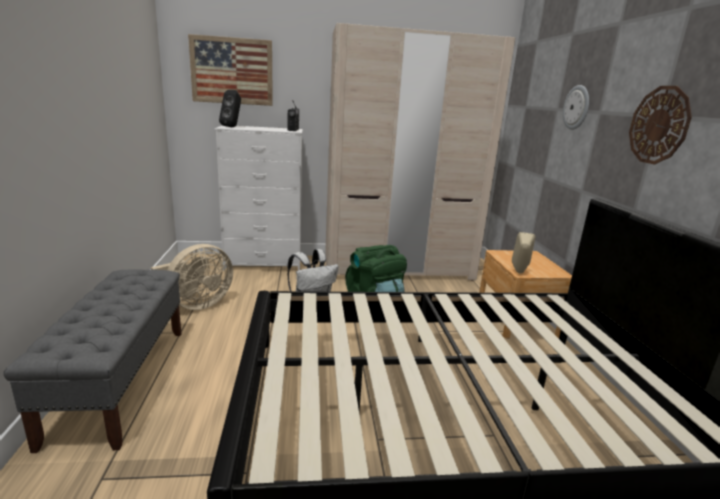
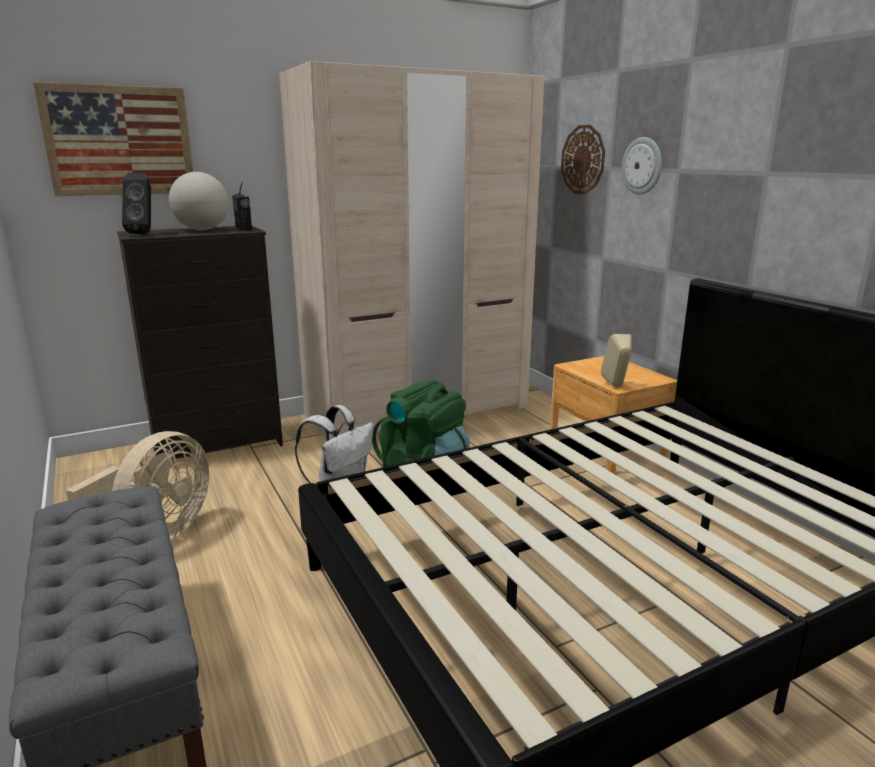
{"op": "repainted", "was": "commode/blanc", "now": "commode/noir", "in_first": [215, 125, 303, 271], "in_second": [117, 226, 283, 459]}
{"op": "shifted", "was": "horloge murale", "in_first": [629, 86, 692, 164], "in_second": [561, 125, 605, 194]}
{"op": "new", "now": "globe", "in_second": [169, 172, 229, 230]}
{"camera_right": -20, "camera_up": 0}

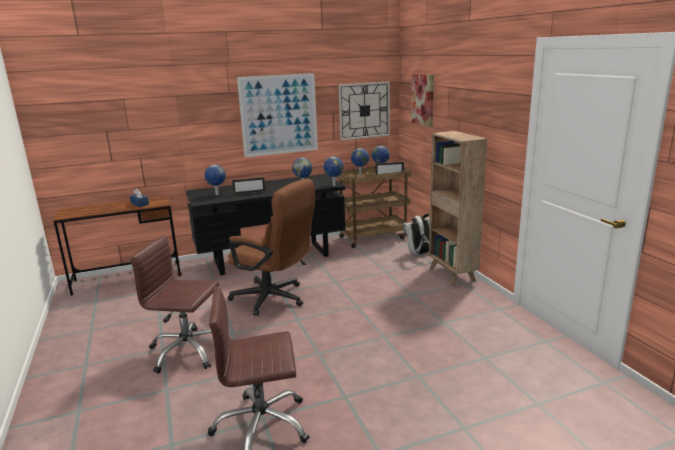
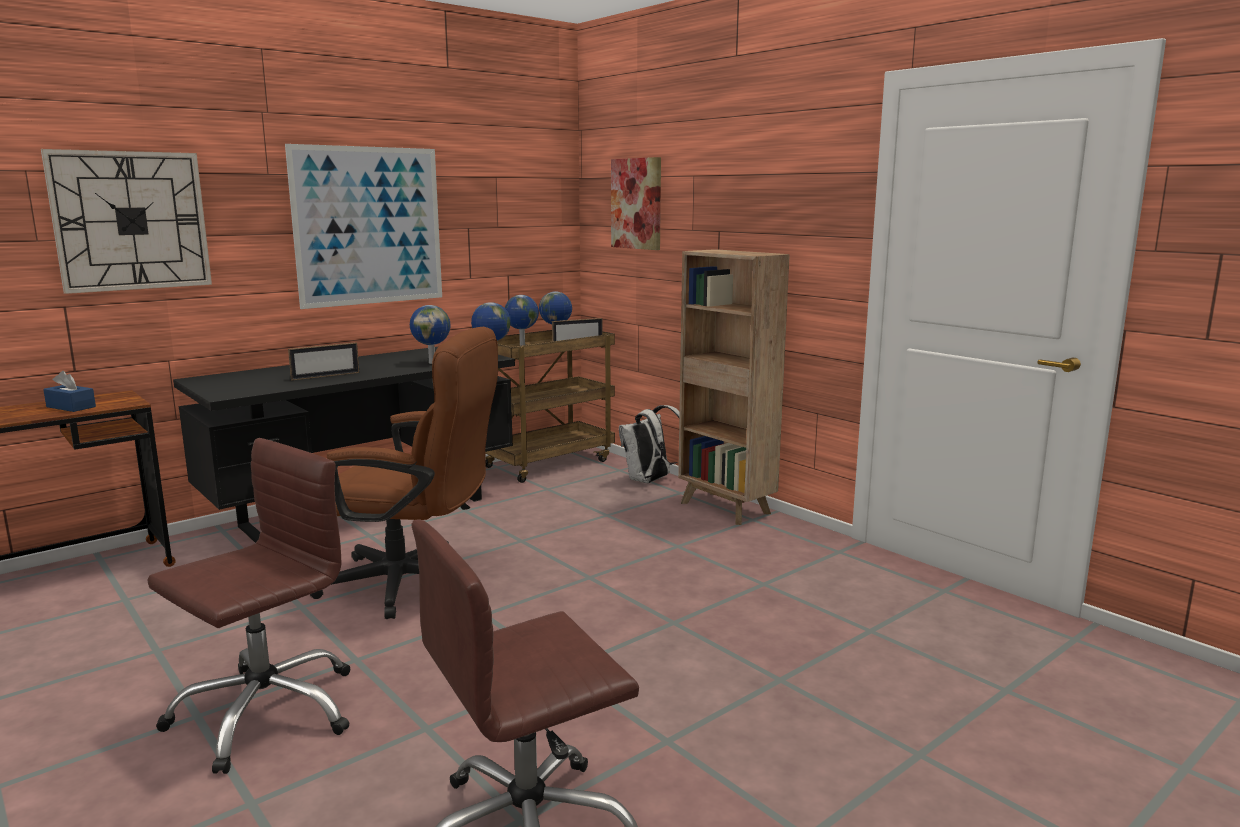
{"op": "rotated", "was": "chaise de bureau/marron", "in_first": [130, 235, 230, 374], "in_second": [147, 438, 350, 774], "clockwise": 135}
{"op": "gone", "was": "globe", "in_first": [204, 165, 226, 195]}
{"op": "shifted", "was": "horloge murale", "in_first": [338, 81, 390, 141], "in_second": [41, 149, 212, 294]}
{"camera_right": -20, "camera_up": -5}

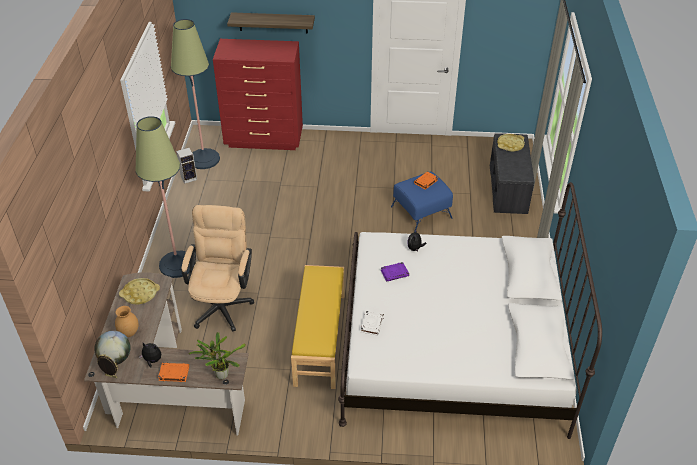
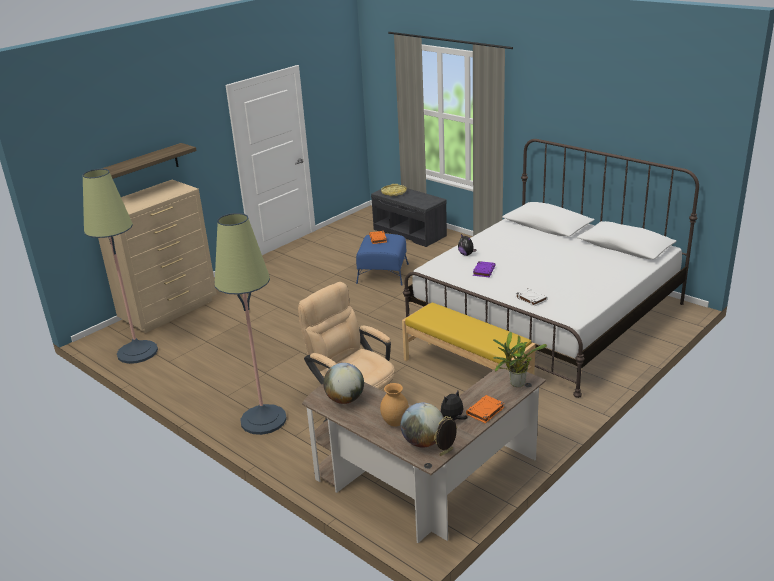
{"op": "swapped", "was": "plateau/jaune", "now": "globe", "in_first": [119, 278, 160, 305], "in_second": [323, 363, 364, 404]}
{"op": "gone", "was": "enceinte", "in_first": [176, 148, 197, 184]}
{"op": "repainted", "was": "commode/rouge", "now": "commode/beige", "in_first": [213, 39, 303, 150], "in_second": [98, 180, 217, 333]}
{"camera_right": -50, "camera_up": -15}

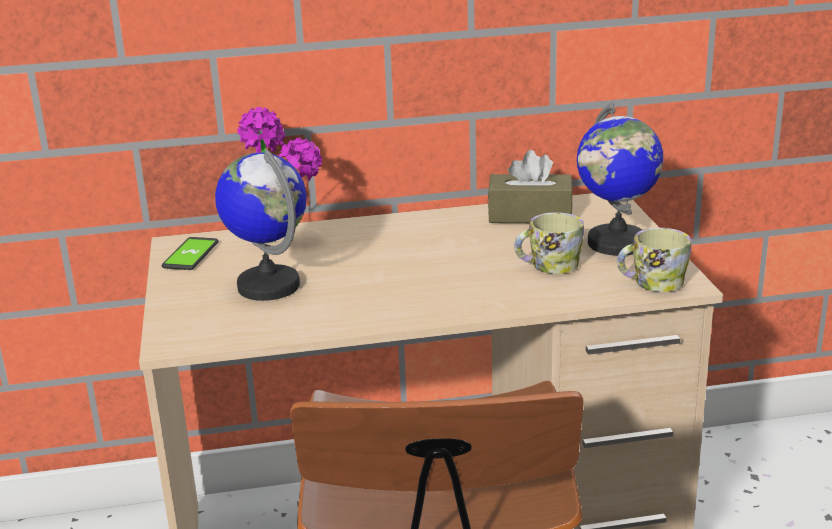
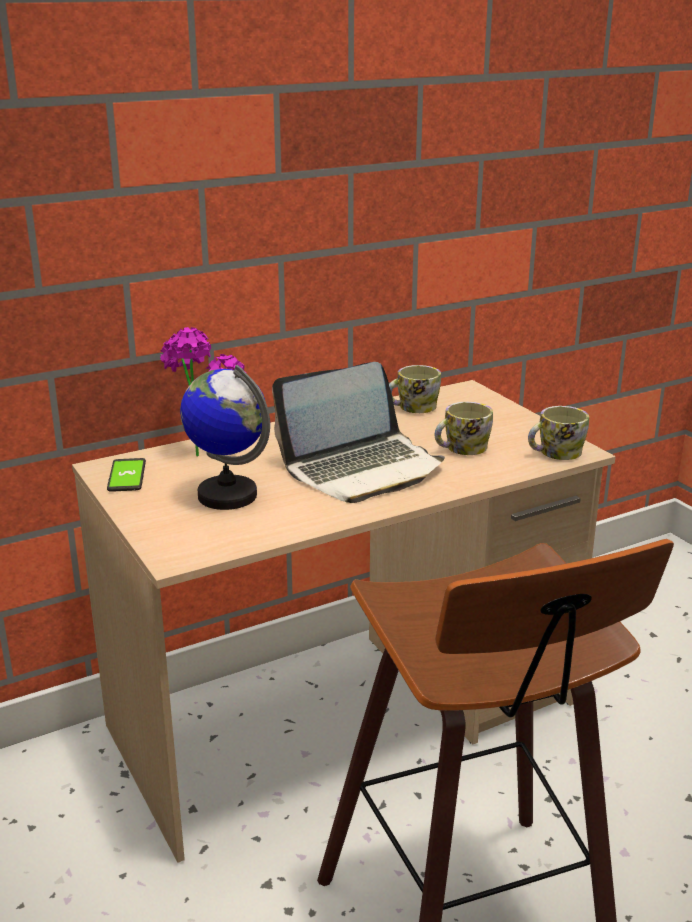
{"op": "swapped", "was": "boîte à mouchoirs/marron", "now": "mug", "in_first": [488, 150, 573, 223], "in_second": [389, 365, 441, 413]}
{"op": "gone", "was": "globe", "in_first": [577, 102, 664, 256]}
{"op": "new", "now": "ordinateur portable", "in_second": [272, 362, 445, 503]}
{"camera_right": -20, "camera_up": 0}

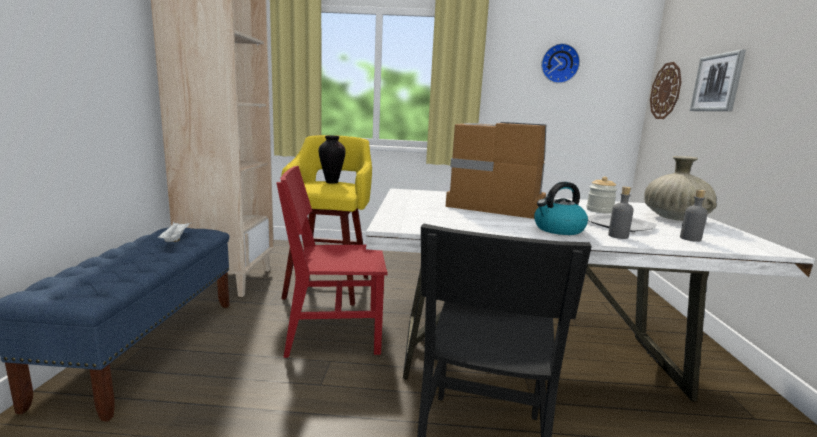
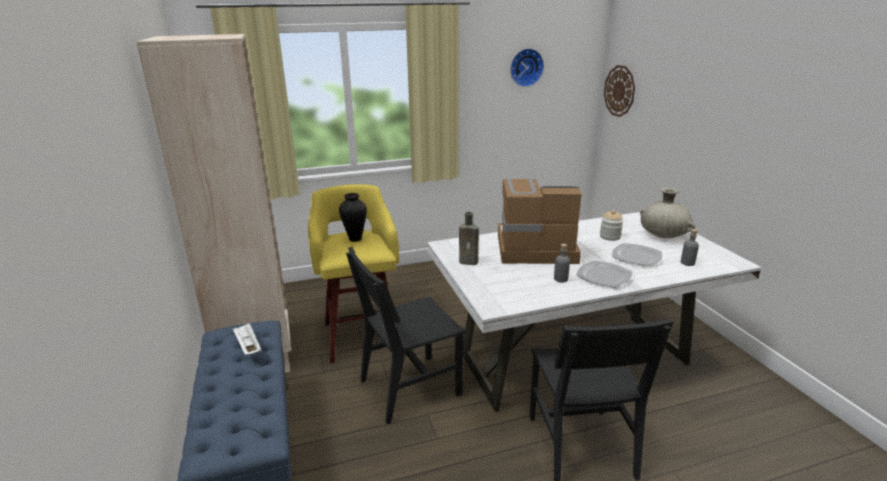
{"op": "repainted", "was": "chaise/rouge", "now": "chaise/noir", "in_first": [277, 166, 388, 358], "in_second": [346, 247, 466, 424]}
{"op": "swapped", "was": "bouilloire", "now": "assiette", "in_first": [534, 182, 588, 235], "in_second": [576, 260, 633, 288]}
{"op": "shifted", "was": "bouteille/gris", "in_first": [608, 187, 634, 239], "in_second": [554, 244, 570, 282]}
{"op": "gone", "was": "tableau", "in_first": [690, 50, 746, 111]}
{"op": "new", "now": "bouteille/marron", "in_second": [459, 212, 479, 265]}
{"camera_right": -20, "camera_up": 10}

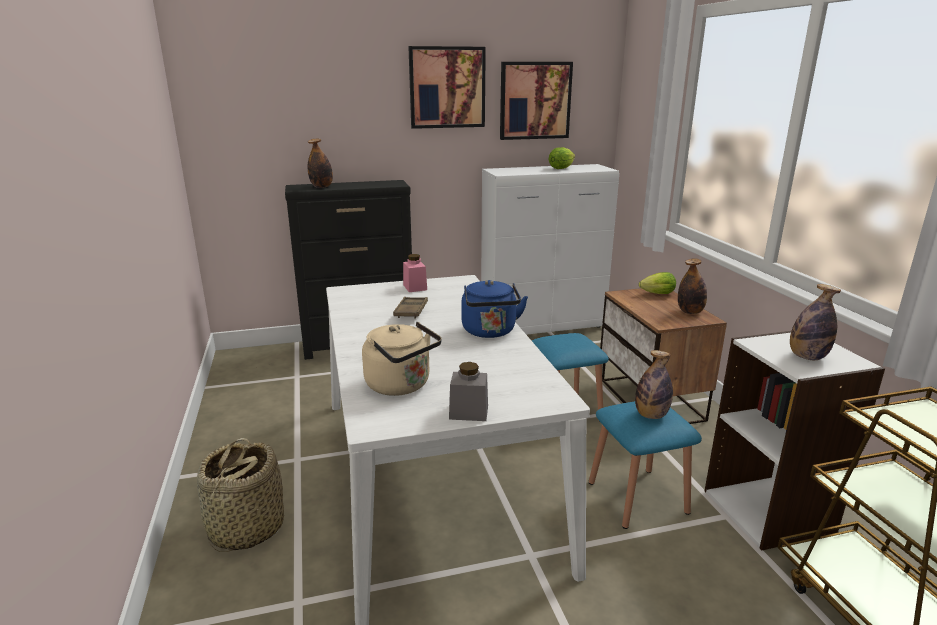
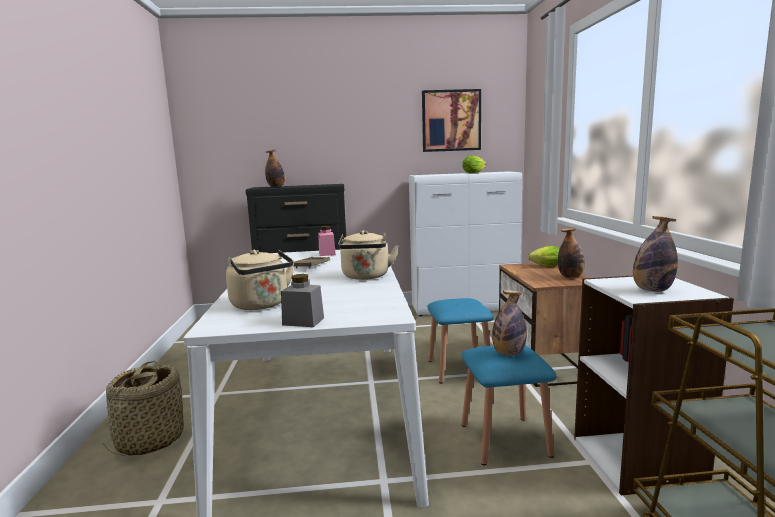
{"op": "gone", "was": "tableau", "in_first": [408, 46, 486, 129]}
{"op": "repainted", "was": "bouilloire/bleu", "now": "bouilloire/beige", "in_first": [461, 280, 528, 338], "in_second": [338, 230, 399, 280]}
{"camera_right": 10, "camera_up": -10}

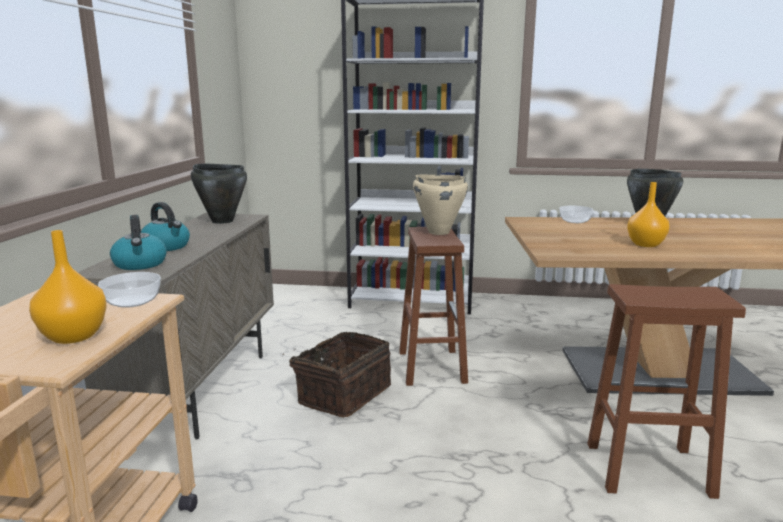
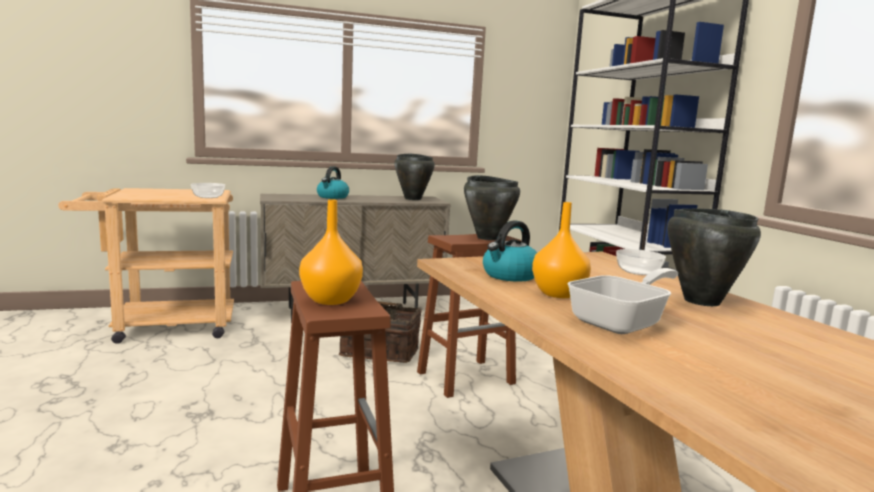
{"op": "shifted", "was": "vase/orange", "in_first": [29, 230, 106, 344], "in_second": [299, 200, 363, 305]}
{"op": "shifted", "was": "bouilloire", "in_first": [110, 215, 167, 270], "in_second": [483, 220, 537, 282]}
{"op": "repainted", "was": "marmite/beige", "now": "marmite/noir", "in_first": [413, 175, 468, 235], "in_second": [464, 175, 520, 240]}
{"op": "new", "now": "poêle", "in_second": [568, 268, 678, 334]}
{"camera_right": 65, "camera_up": -5}

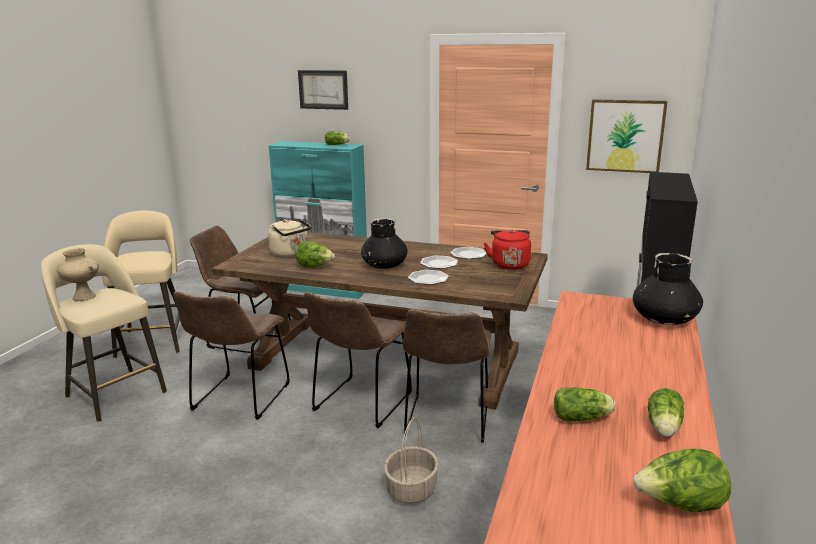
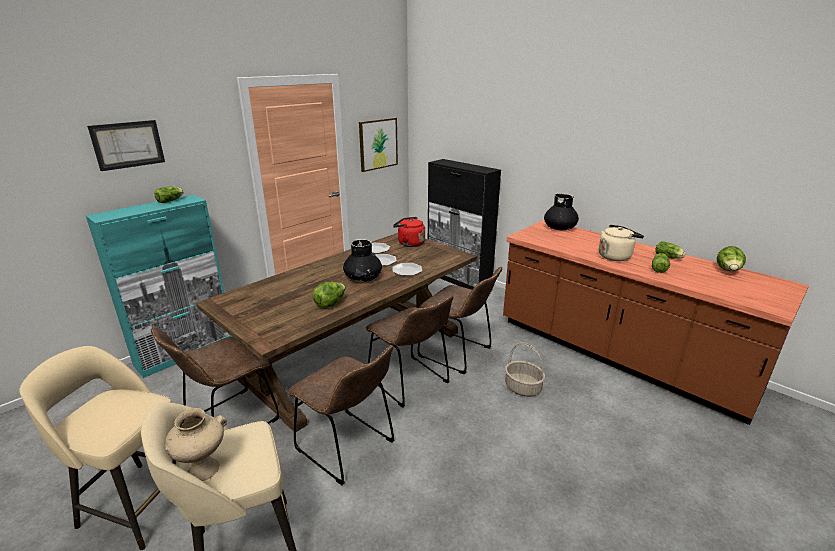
{"op": "shifted", "was": "bouilloire/beige", "in_first": [268, 219, 311, 257], "in_second": [599, 225, 644, 261]}
{"camera_right": -65, "camera_up": 5}

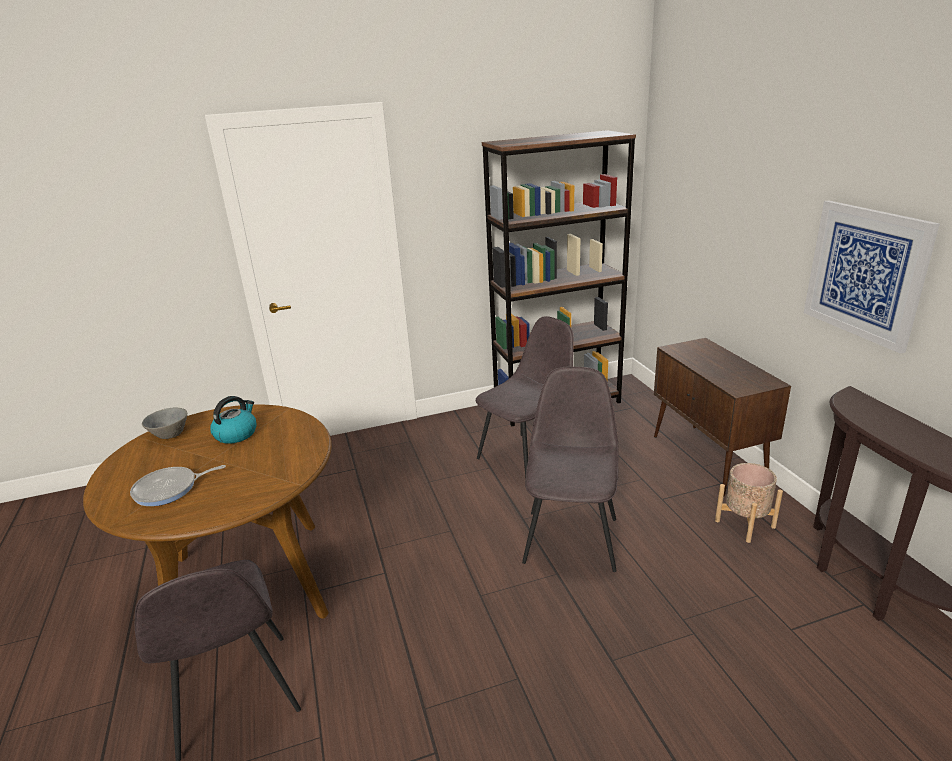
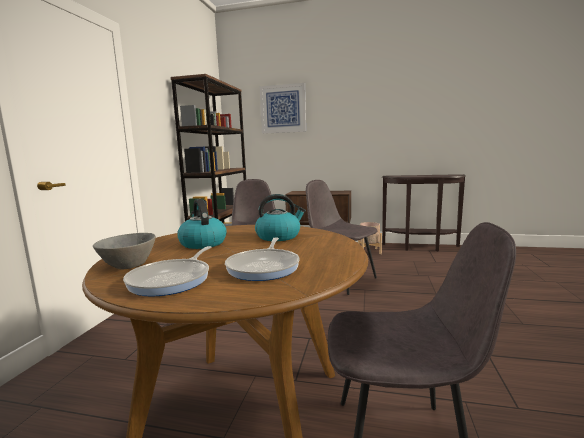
{"op": "shifted", "was": "tableau", "in_first": [804, 200, 940, 354], "in_second": [260, 83, 306, 134]}
{"op": "new", "now": "poêle", "in_second": [123, 246, 212, 296]}
{"op": "new", "now": "bouilloire", "in_second": [255, 194, 306, 241]}
{"camera_right": -60, "camera_up": -15}

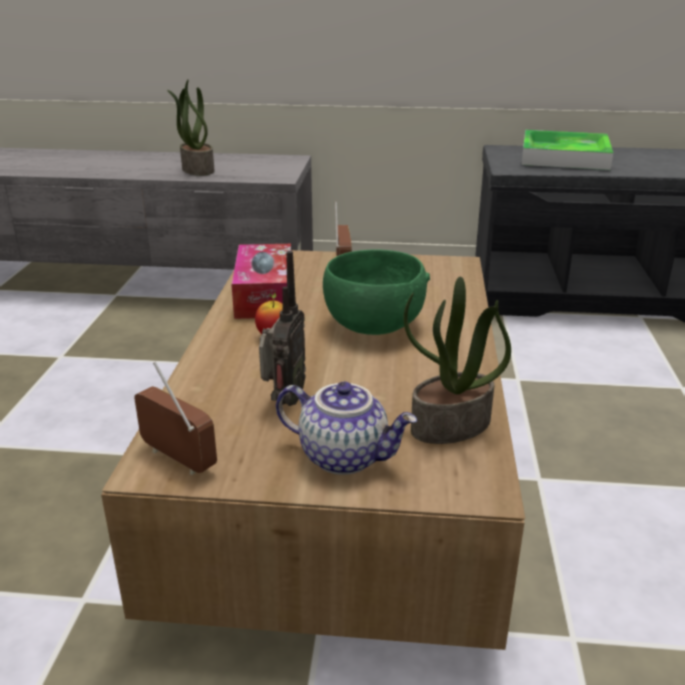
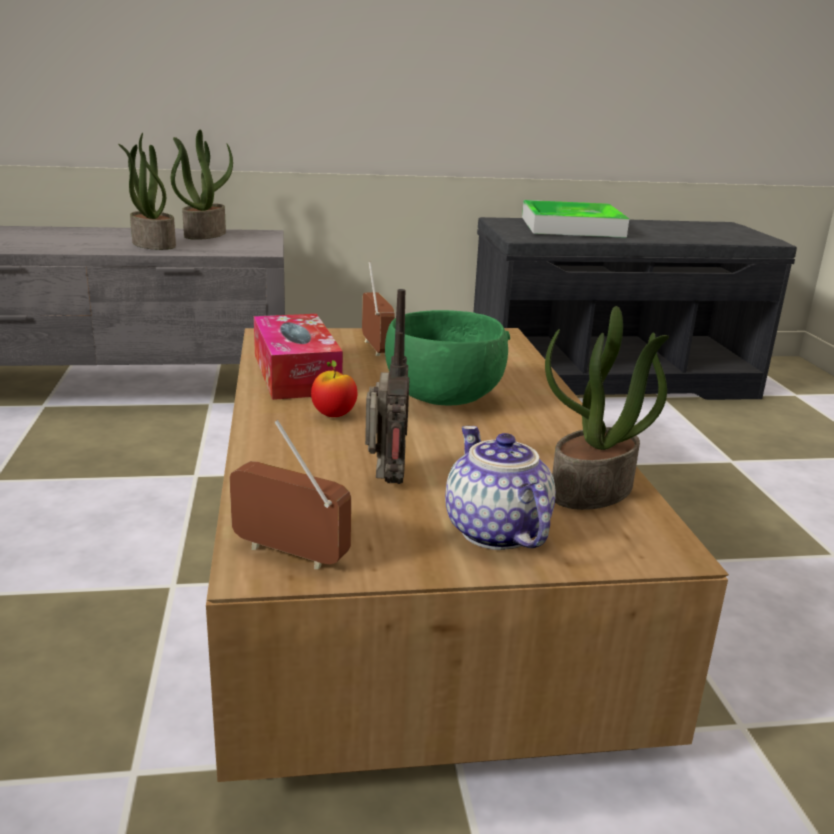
{"op": "rotated", "was": "théière", "in_first": [276, 381, 417, 475], "in_second": [445, 426, 556, 550], "clockwise": -120}
{"op": "new", "now": "plante en pot", "in_second": [171, 130, 233, 240]}
{"camera_right": -15, "camera_up": -5}

